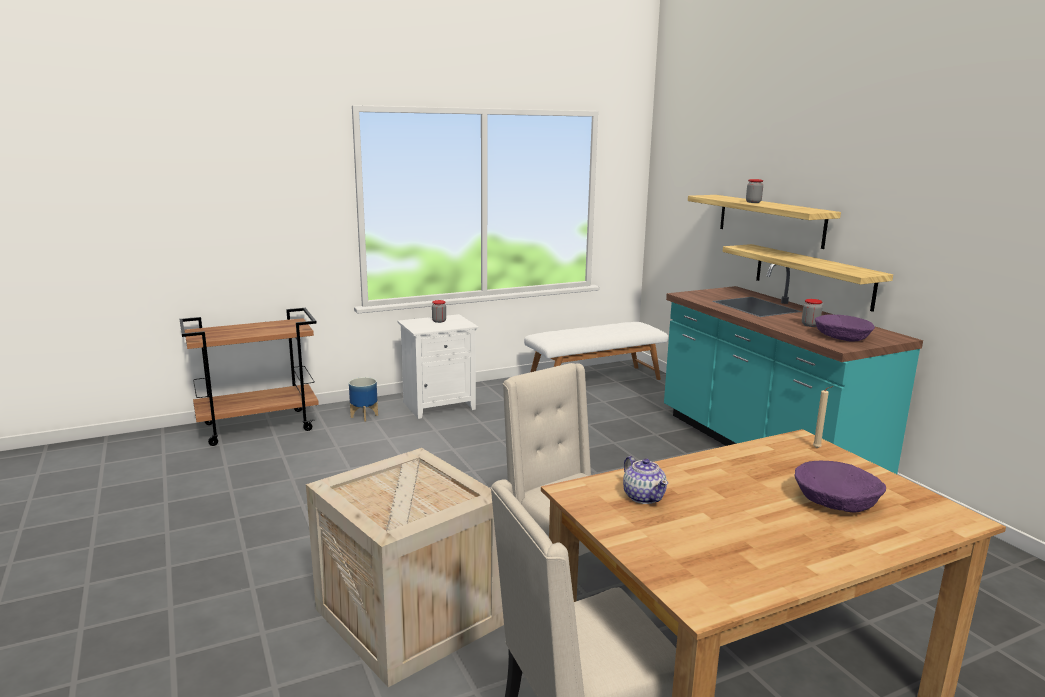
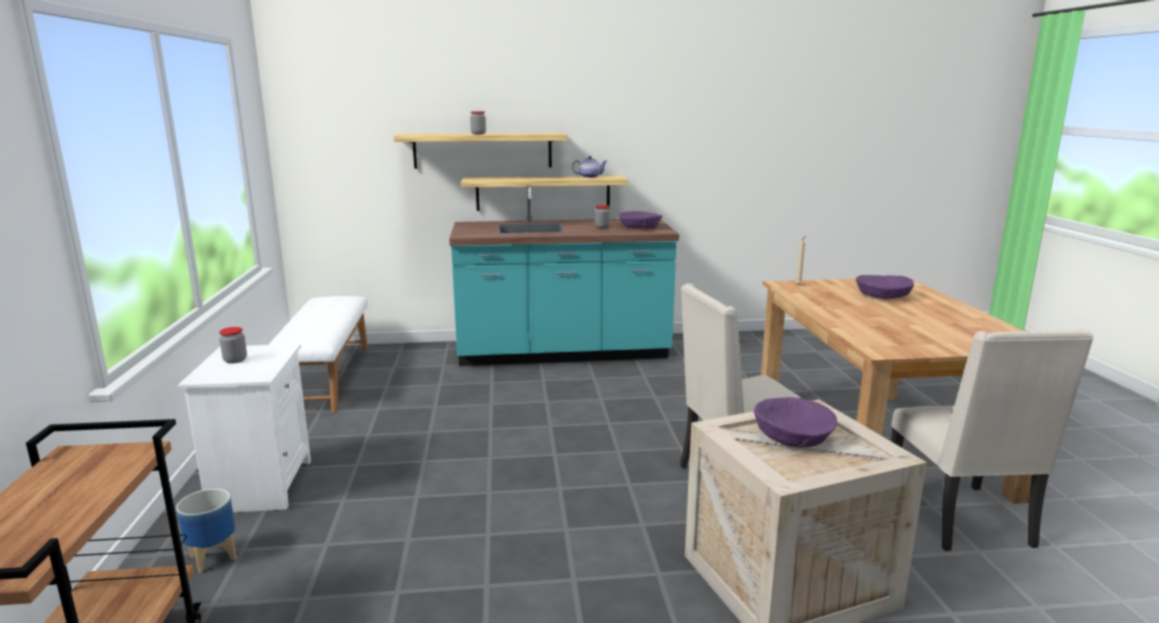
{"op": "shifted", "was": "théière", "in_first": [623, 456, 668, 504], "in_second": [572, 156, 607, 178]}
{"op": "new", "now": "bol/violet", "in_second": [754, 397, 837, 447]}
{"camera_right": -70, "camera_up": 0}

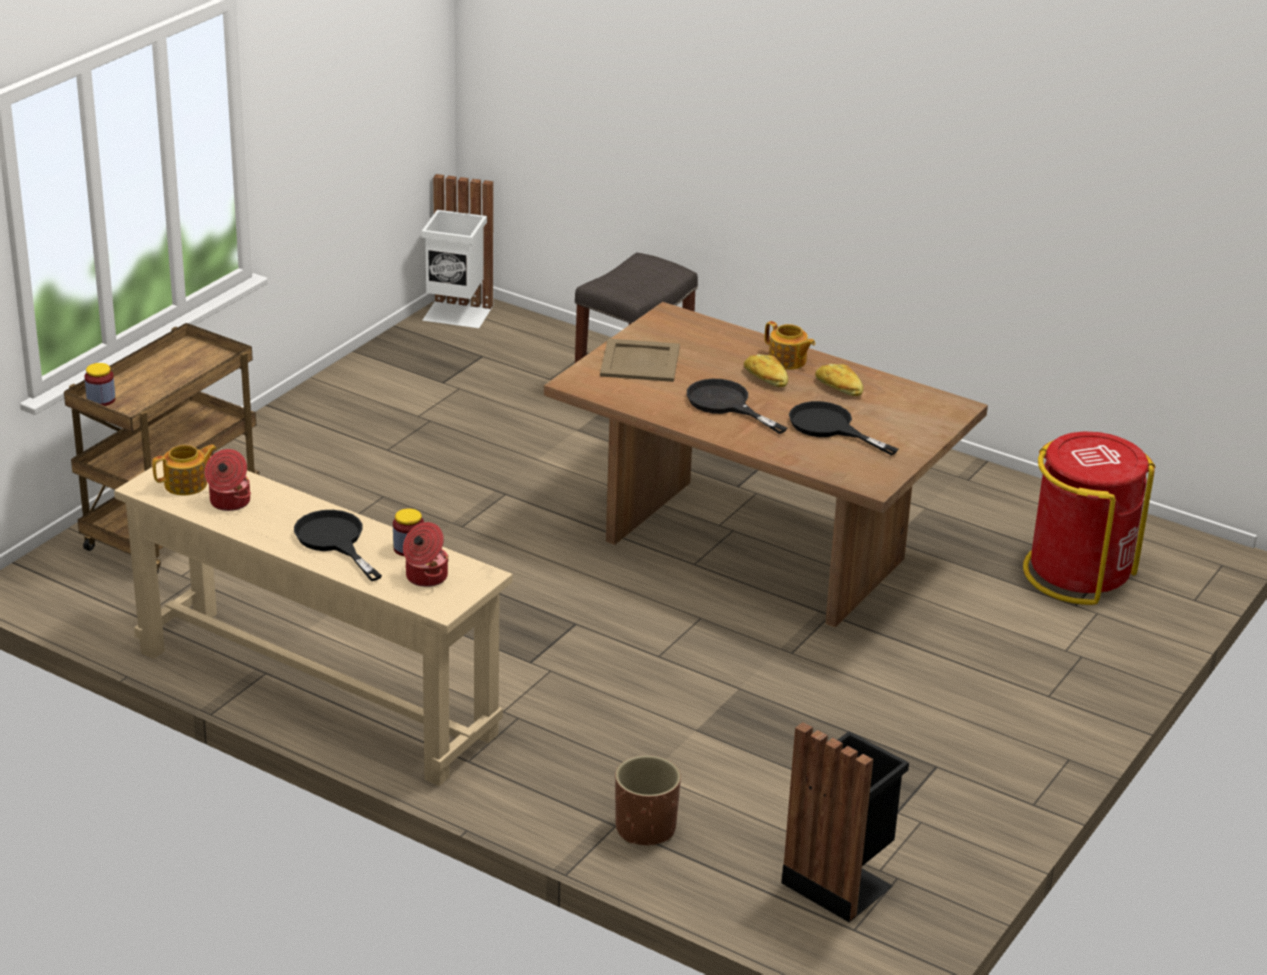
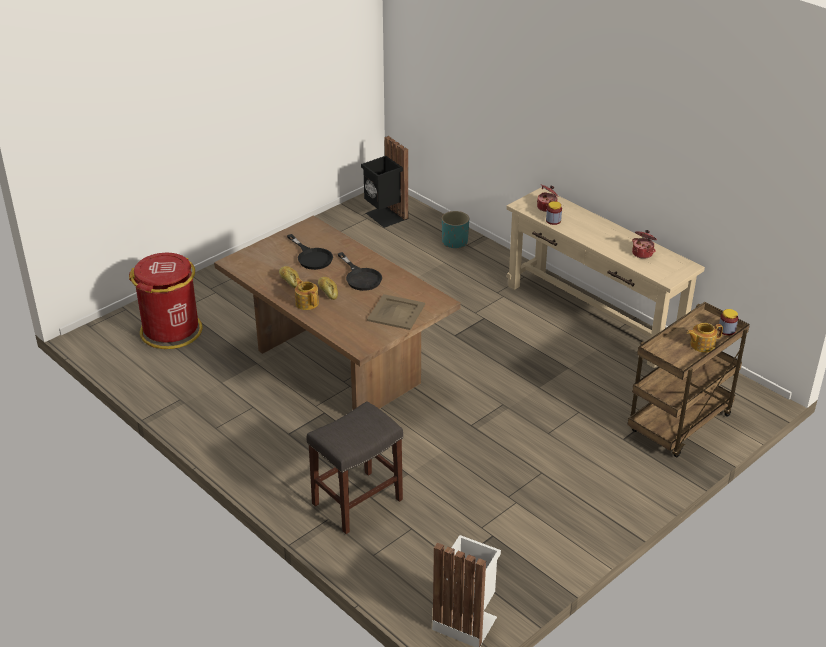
{"op": "shifted", "was": "théière", "in_first": [152, 444, 217, 495], "in_second": [687, 323, 723, 353]}
{"op": "gone", "was": "poêle/noir", "in_first": [294, 510, 382, 581]}
{"op": "repainted", "was": "cache-pot/marron", "now": "cache-pot/turquoise", "in_first": [615, 755, 681, 845], "in_second": [442, 211, 469, 248]}
{"camera_right": -165, "camera_up": 5}

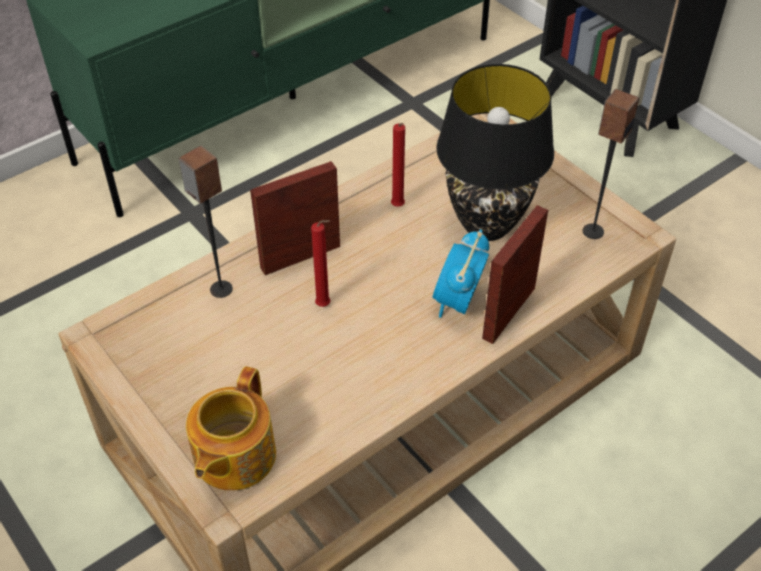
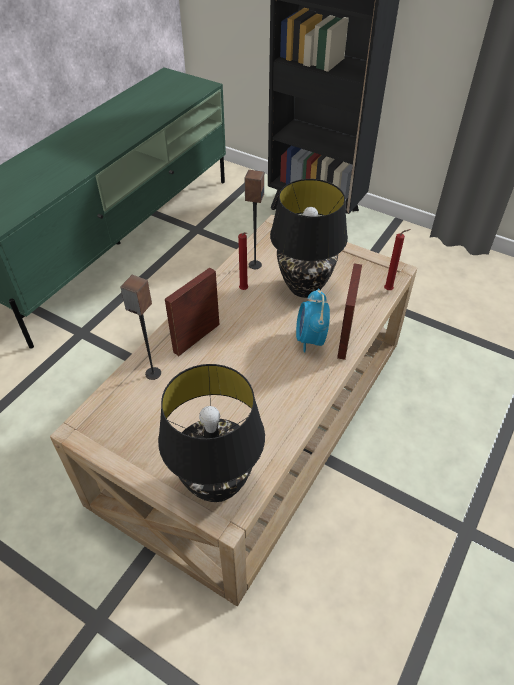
{"op": "swapped", "was": "théière", "now": "lampe de table/noir", "in_first": [186, 366, 276, 491], "in_second": [158, 364, 265, 502]}
{"op": "shifted", "was": "bougie/rouge", "in_first": [311, 220, 331, 307], "in_second": [384, 229, 411, 290]}
{"op": "shifted", "was": "enceinte", "in_first": [583, 89, 639, 239], "in_second": [245, 170, 264, 269]}
{"camera_right": -20, "camera_up": 0}

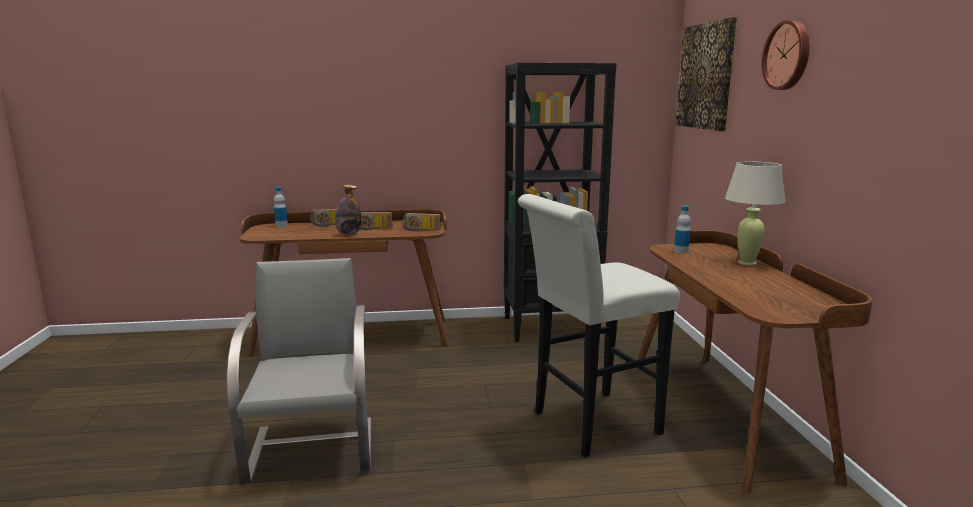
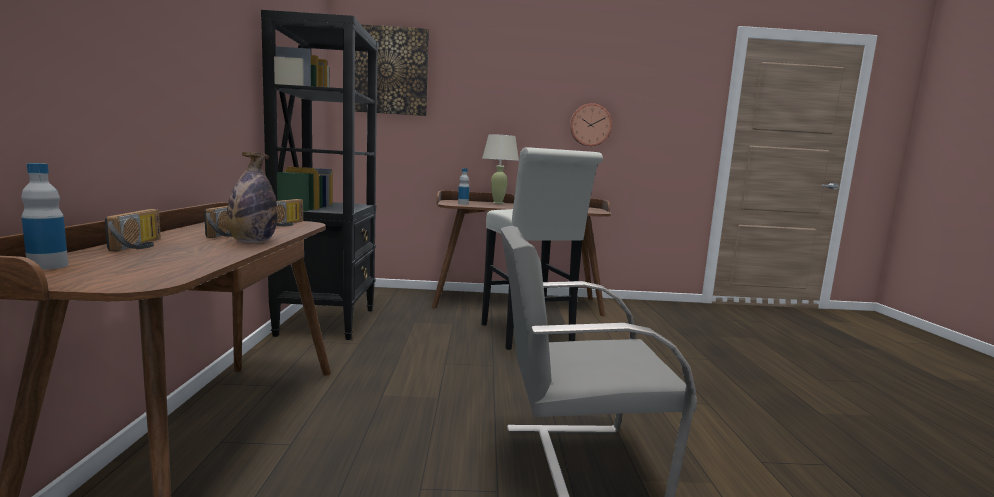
{"op": "shifted", "was": "horloge murale", "in_first": [762, 20, 810, 90], "in_second": [570, 103, 612, 146]}
{"camera_right": -85, "camera_up": -5}

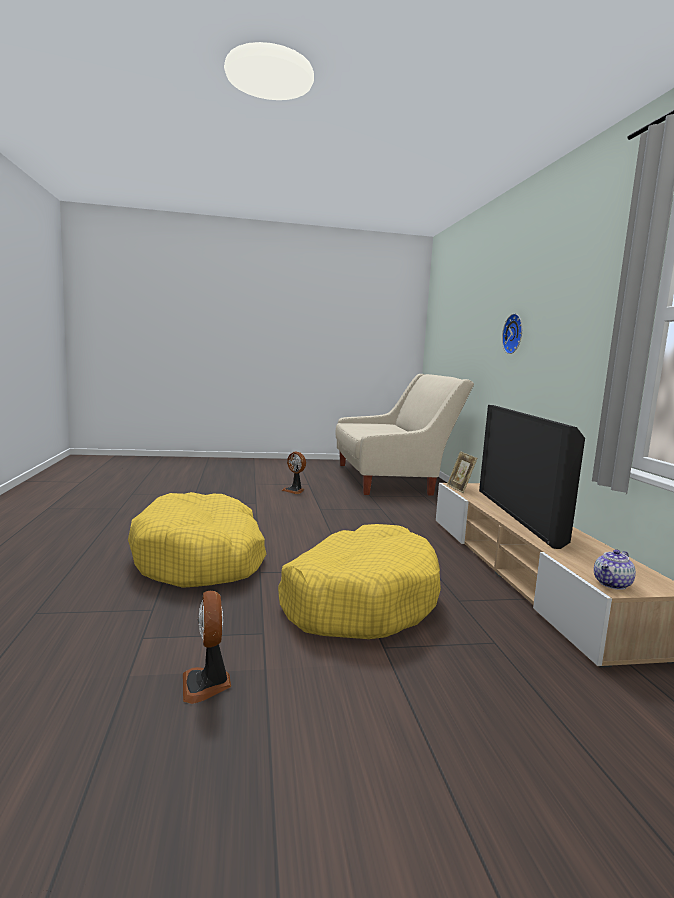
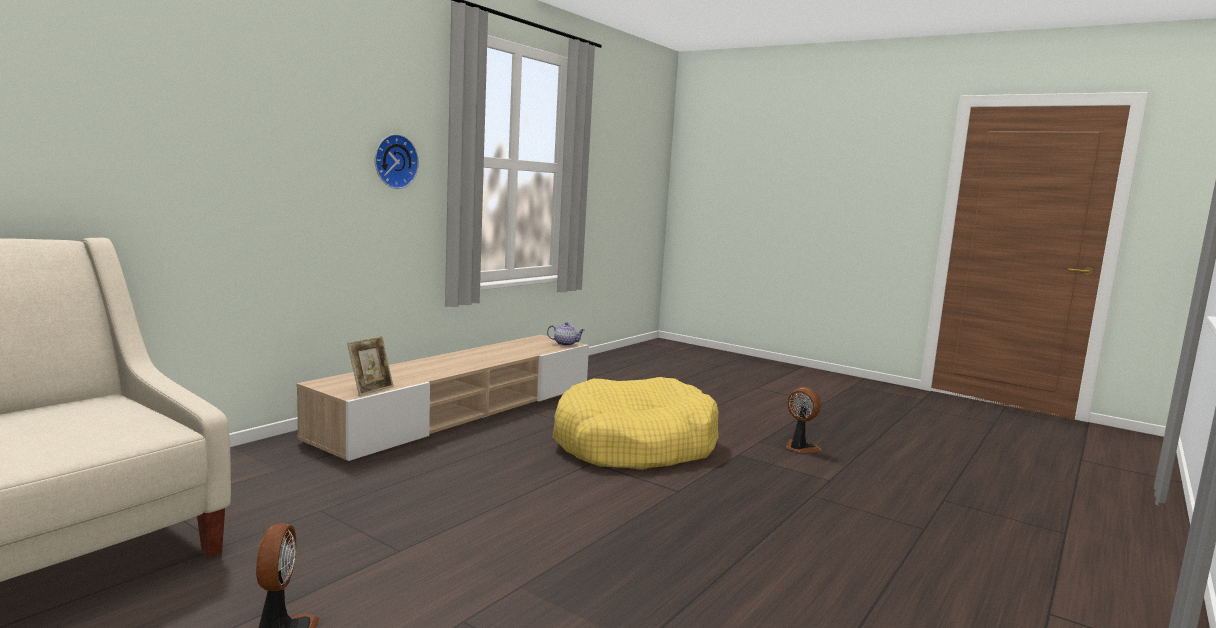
{"op": "gone", "was": "panier pour chien/jaune", "in_first": [128, 492, 266, 588]}
{"op": "rotated", "was": "ventilateur", "in_first": [183, 591, 231, 704], "in_second": [786, 387, 821, 453], "clockwise": -75}
{"op": "gone", "was": "téléviseur", "in_first": [479, 405, 585, 549]}
{"op": "shifted", "was": "horloge murale", "in_first": [502, 313, 522, 354], "in_second": [375, 134, 419, 189]}
{"camera_right": -135, "camera_up": 0}

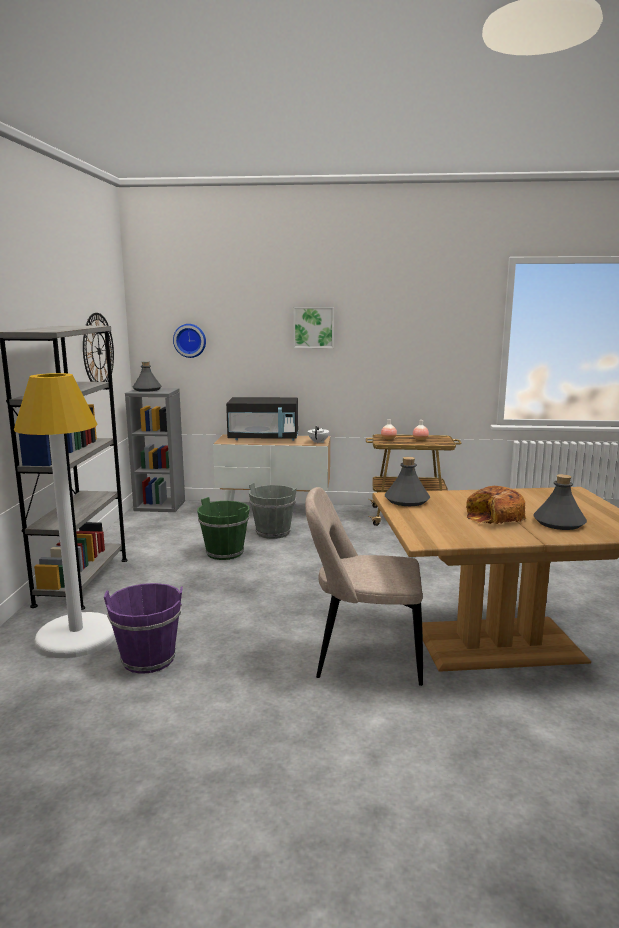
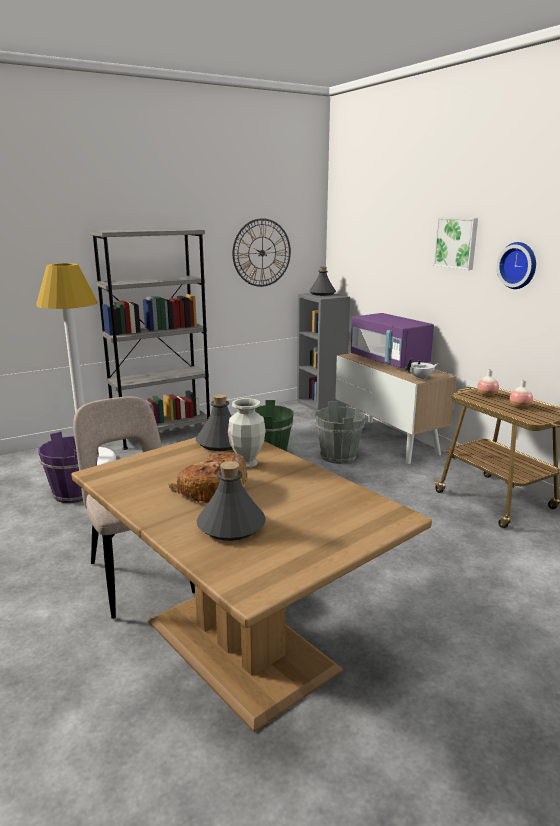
{"op": "shifted", "was": "horloge murale", "in_first": [173, 324, 206, 358], "in_second": [496, 242, 536, 289]}
{"op": "repainted", "was": "micro-ondes/noir", "now": "micro-ondes/violet", "in_first": [226, 397, 298, 441], "in_second": [351, 313, 434, 371]}
{"op": "new", "now": "vase", "in_second": [228, 398, 265, 468]}
{"camera_right": 55, "camera_up": 5}

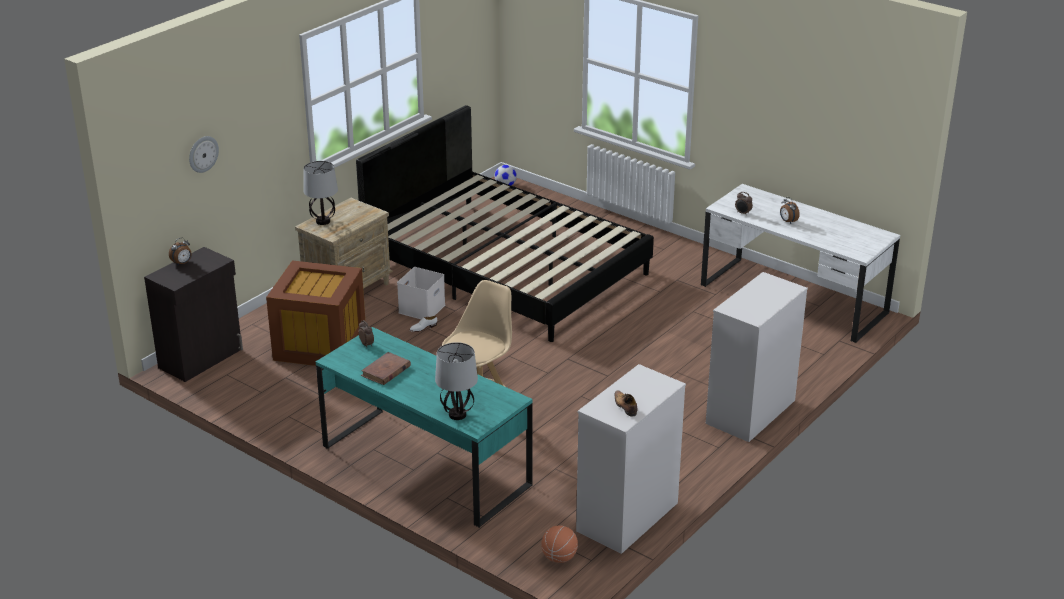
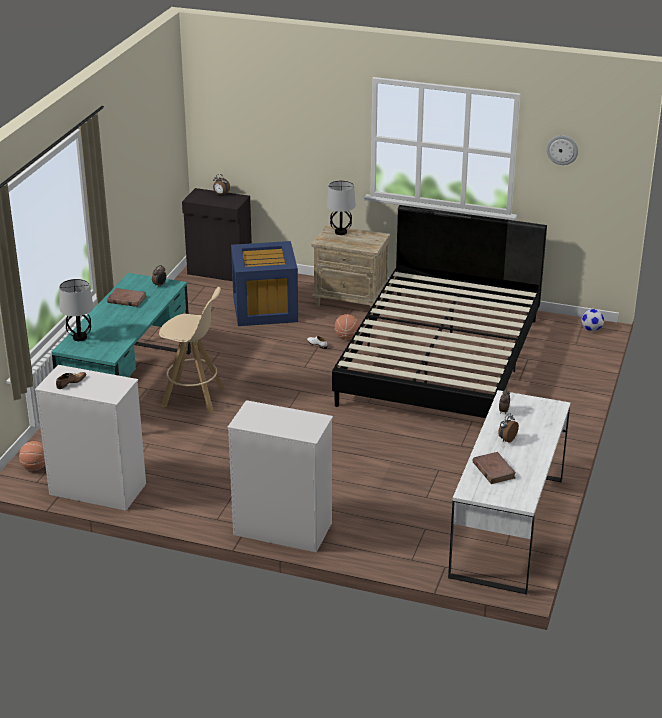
{"op": "shifted", "was": "horloge murale", "in_first": [189, 136, 219, 173], "in_second": [546, 135, 578, 165]}
{"op": "repainted", "was": "boîte de rangement/marron", "now": "boîte de rangement/bleu", "in_first": [266, 260, 365, 366], "in_second": [231, 241, 298, 326]}
{"op": "swapped", "was": "boîte de rangement/blanc", "now": "ballon de basket", "in_first": [397, 267, 445, 320], "in_second": [335, 314, 359, 339]}
{"op": "new", "now": "livre/marron", "in_second": [472, 452, 516, 484]}
{"camera_right": 70, "camera_up": 0}

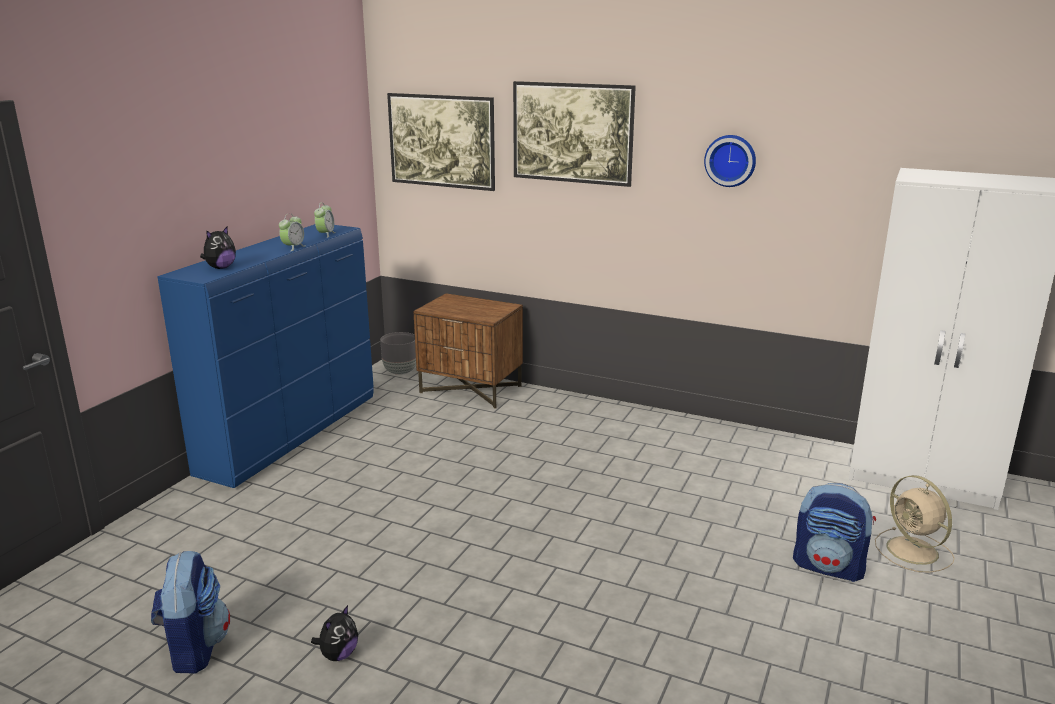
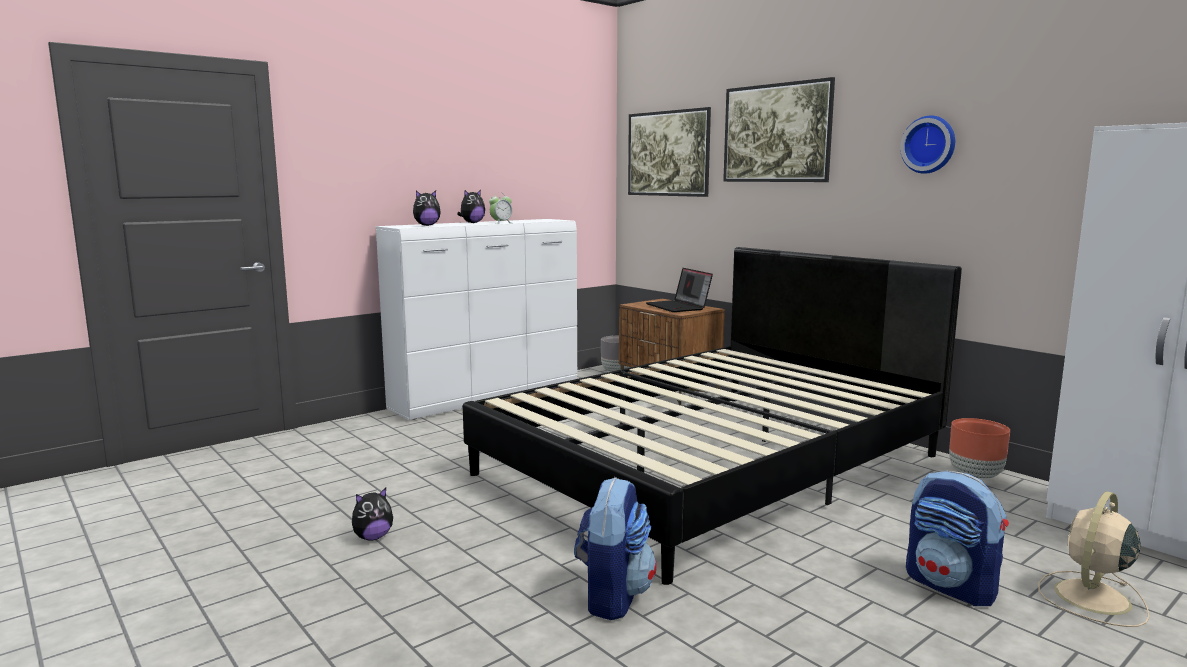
{"op": "shifted", "was": "sac à dos", "in_first": [151, 551, 230, 673], "in_second": [574, 477, 657, 620]}
{"op": "repainted", "was": "commode/bleu", "now": "commode/blanc", "in_first": [157, 224, 374, 488], "in_second": [376, 219, 577, 420]}
{"op": "gone", "was": "réveil", "in_first": [314, 202, 336, 238]}
{"op": "rotated", "was": "ventilateur/beige", "in_first": [875, 475, 954, 573], "in_second": [1038, 491, 1149, 627], "clockwise": 45}
{"op": "new", "now": "peluche", "in_second": [457, 190, 485, 223]}
{"op": "new", "now": "lit/noir", "in_second": [463, 247, 962, 585]}
{"op": "new", "now": "ordinateur portable", "in_second": [646, 268, 713, 312]}
{"op": "new", "now": "cache-pot/marron", "in_second": [949, 418, 1010, 480]}
{"camera_right": 25, "camera_up": -10}

